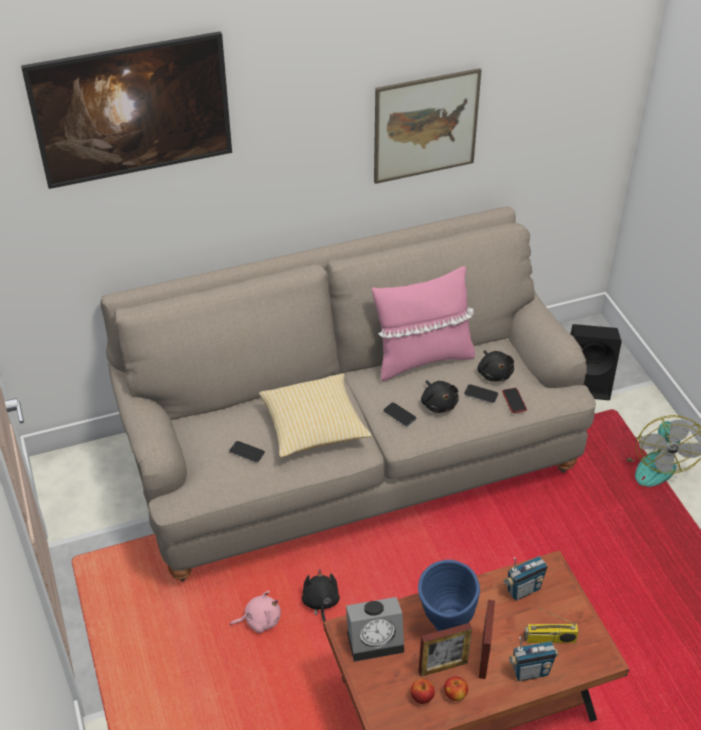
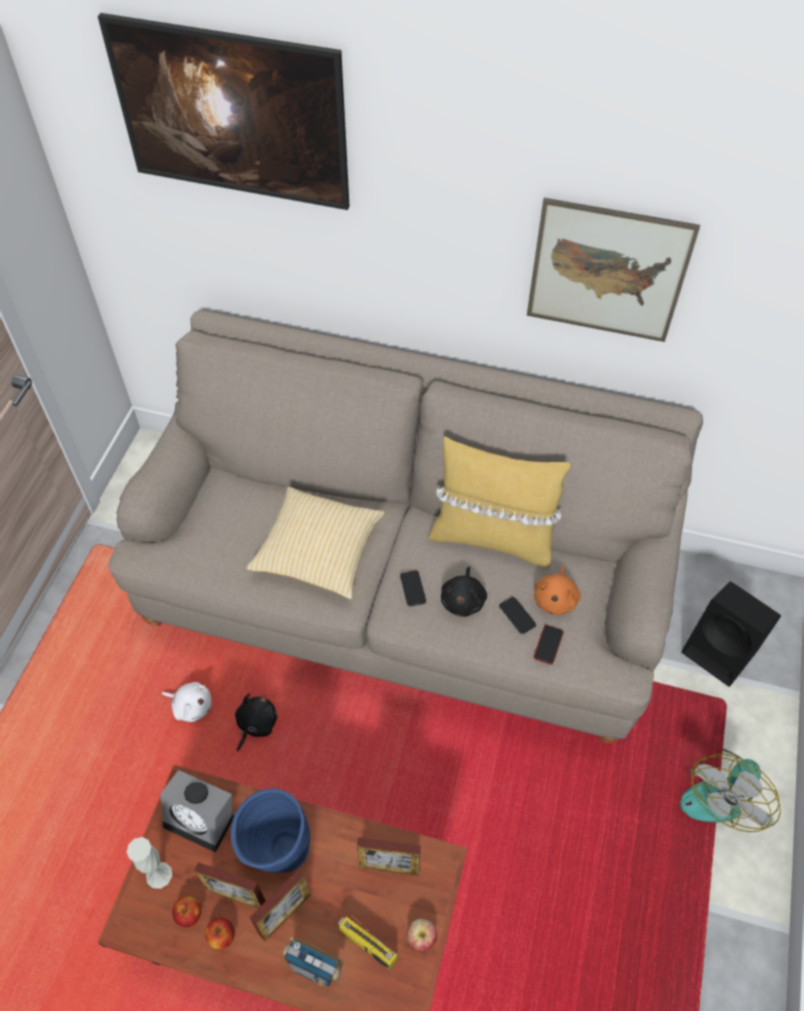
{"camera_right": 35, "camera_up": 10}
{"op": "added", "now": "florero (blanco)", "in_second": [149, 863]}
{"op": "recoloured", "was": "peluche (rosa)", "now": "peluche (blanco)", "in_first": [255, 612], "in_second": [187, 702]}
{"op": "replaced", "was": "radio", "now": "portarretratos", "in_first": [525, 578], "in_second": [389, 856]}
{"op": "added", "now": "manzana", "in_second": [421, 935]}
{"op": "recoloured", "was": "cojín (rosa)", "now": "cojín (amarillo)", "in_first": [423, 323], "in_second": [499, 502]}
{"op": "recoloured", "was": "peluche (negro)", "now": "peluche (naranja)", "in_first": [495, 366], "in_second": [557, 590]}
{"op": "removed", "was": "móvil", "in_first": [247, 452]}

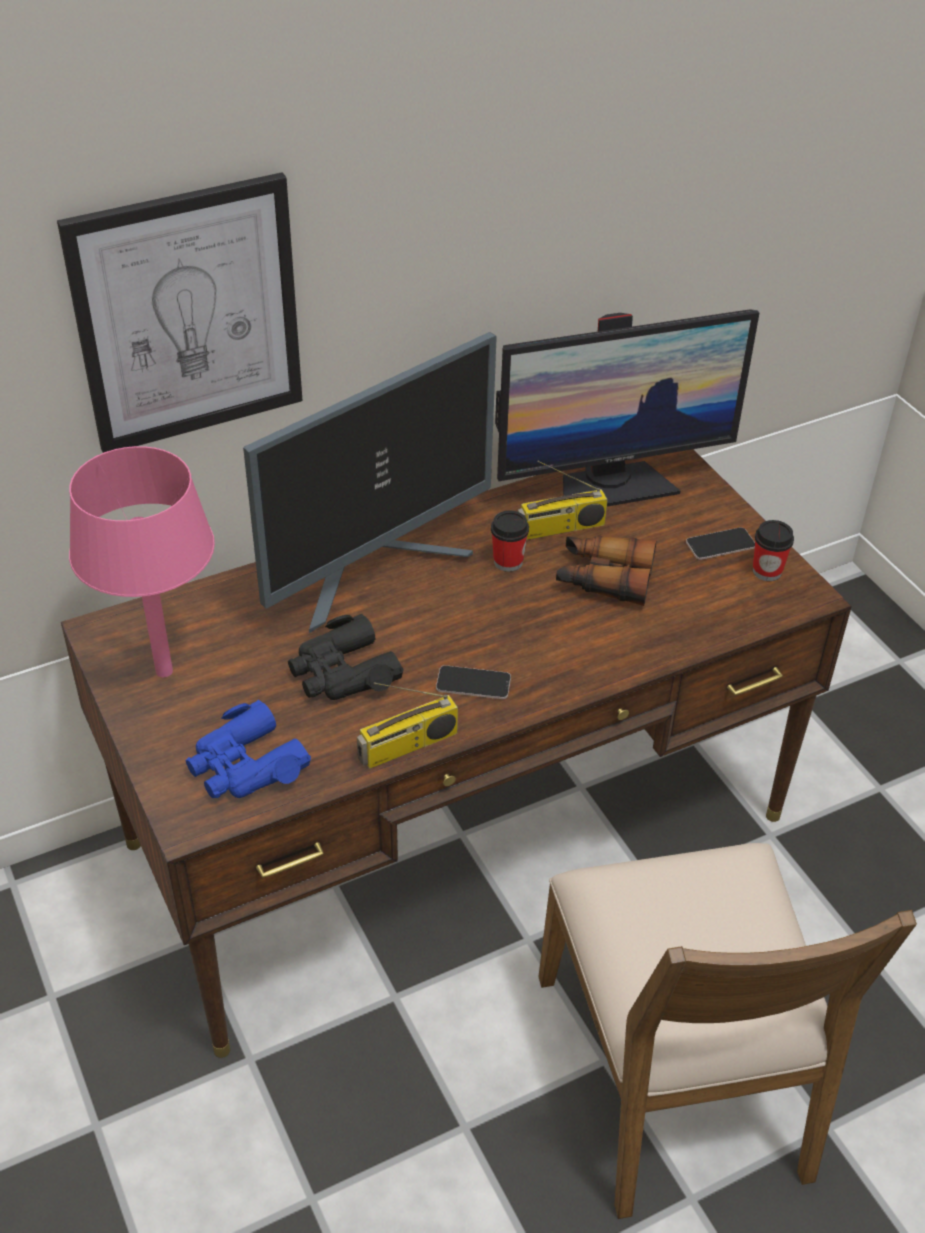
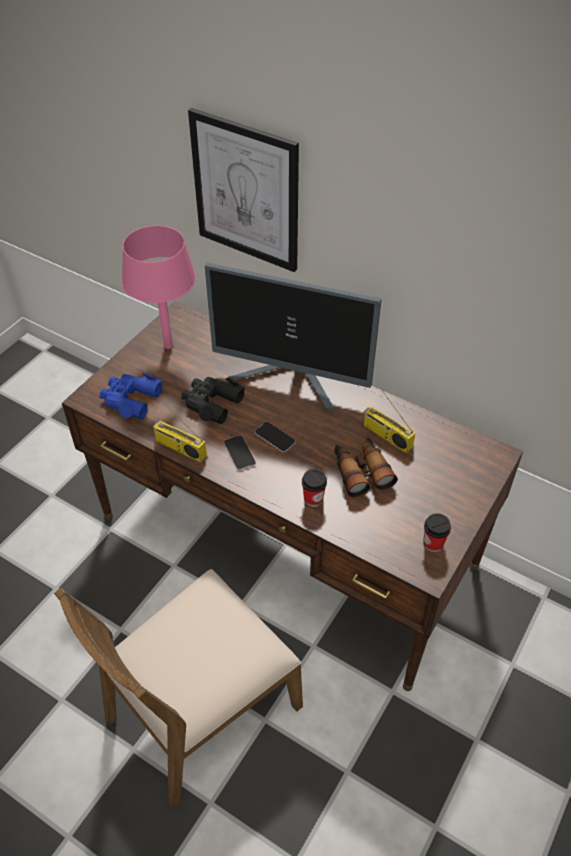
{"camera_right": 60, "camera_up": 5}
{"op": "moved", "was": "móvil", "in_first": [720, 543], "in_second": [275, 437]}
{"op": "moved", "was": "taza", "in_first": [510, 541], "in_second": [314, 488]}
{"op": "removed", "was": "monitor", "in_first": [627, 407]}

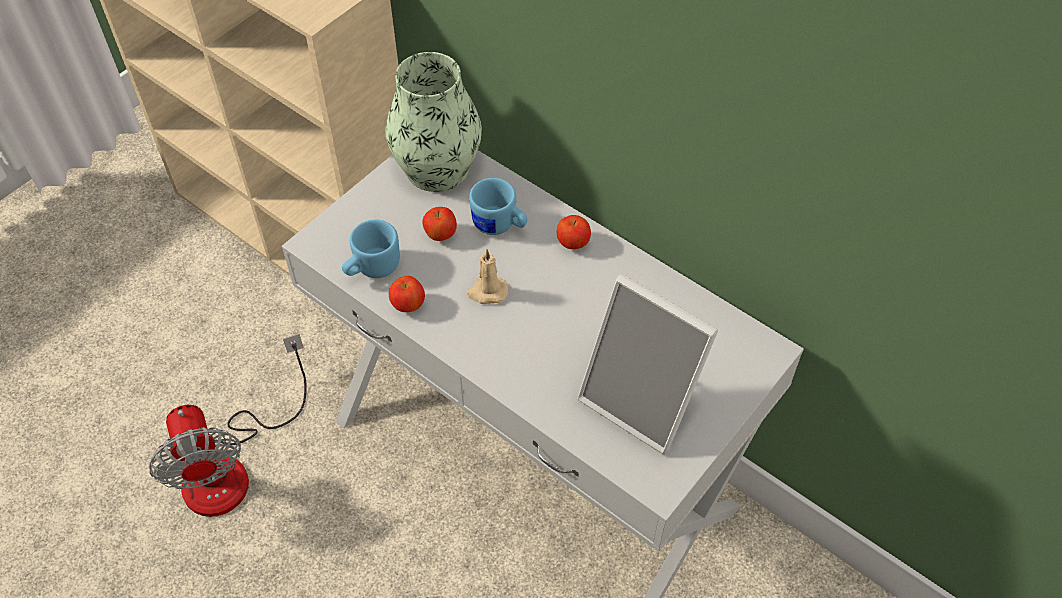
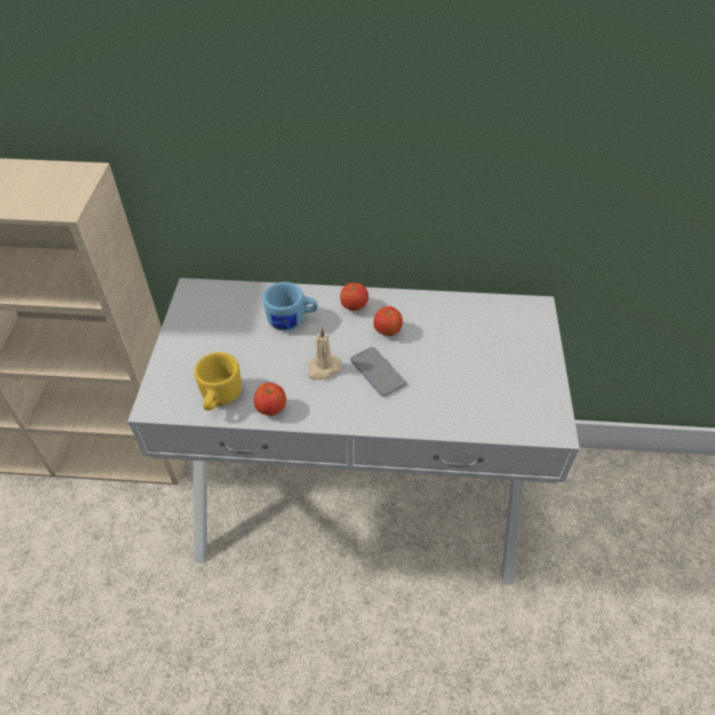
{"camera_right": -35, "camera_up": -5}
{"op": "recoloured", "was": "taza grande (azul)", "now": "taza grande (amarillo)", "in_first": [371, 249], "in_second": [218, 381]}
{"op": "added", "now": "móvil", "in_second": [378, 372]}
{"op": "moved", "was": "manzana", "in_first": [439, 224], "in_second": [388, 321]}
{"op": "removed", "was": "ventilador", "in_first": [228, 425]}
{"op": "removed", "was": "florero", "in_first": [433, 122]}
{"op": "removed", "was": "portarretratos", "in_first": [647, 364]}

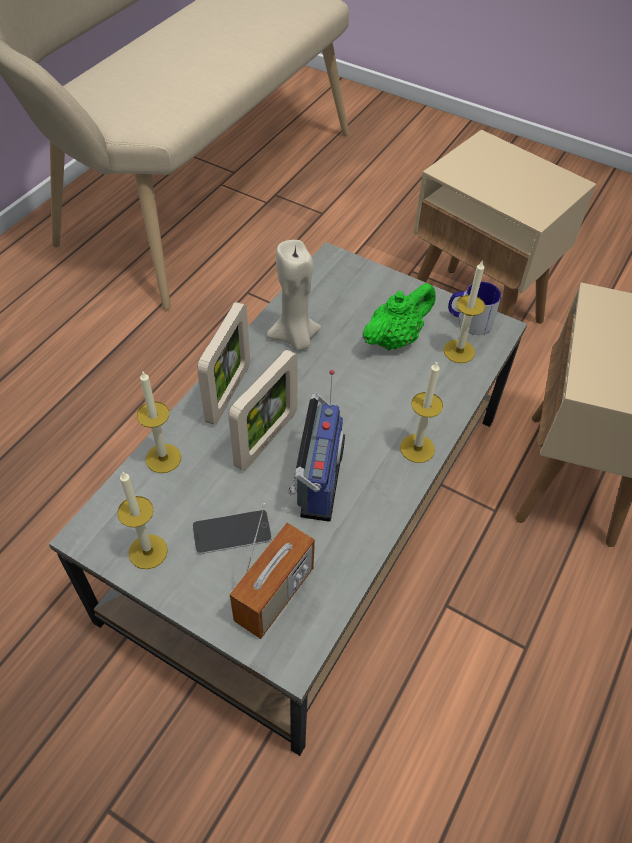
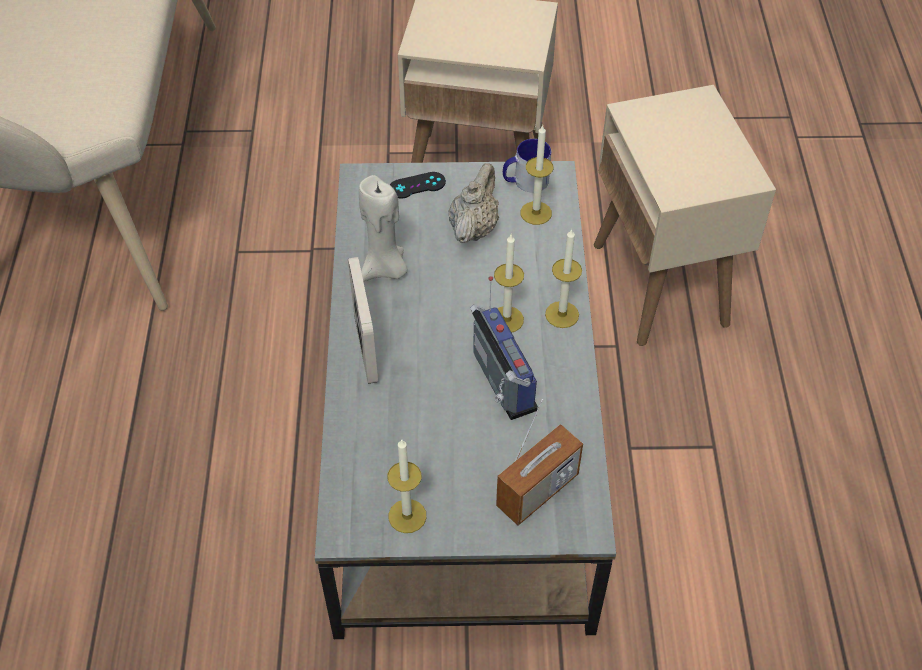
{"camera_right": -30, "camera_up": 0}
{"op": "added", "now": "mando de consola (negro)", "in_second": [418, 185]}
{"op": "recoloured", "was": "tetera (verde)", "now": "tetera (beis)", "in_first": [399, 316], "in_second": [474, 203]}
{"op": "moved", "was": "vela", "in_first": [159, 422], "in_second": [509, 284]}
{"op": "turned", "was": "radio", "in_first": [272, 571], "in_second": [539, 462], "clockwise": 45}
{"op": "removed", "was": "móvil", "in_first": [232, 532]}
{"op": "removed", "was": "portarretratos", "in_first": [263, 410]}

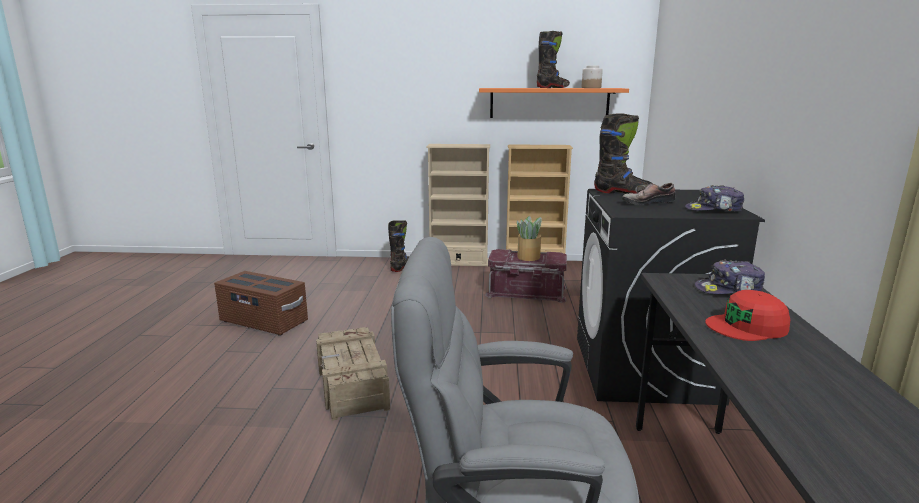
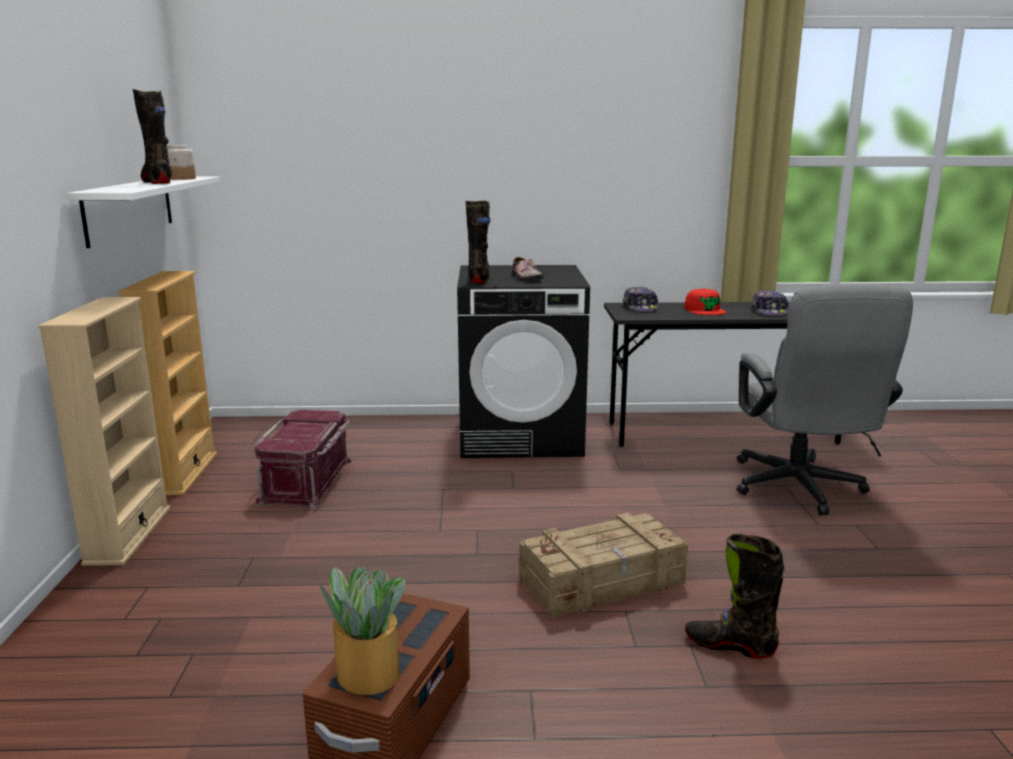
{"camera_right": -95, "camera_up": 0}
{"op": "recoloured", "was": "estante (naranja)", "now": "estante (blanco)", "in_first": [554, 103], "in_second": [143, 212]}
{"op": "moved", "was": "planta en maceta", "in_first": [529, 238], "in_second": [362, 630]}
{"op": "moved", "was": "bota (negro)", "in_first": [398, 246], "in_second": [735, 596]}
{"op": "moved", "was": "gorra", "in_first": [714, 198], "in_second": [770, 303]}

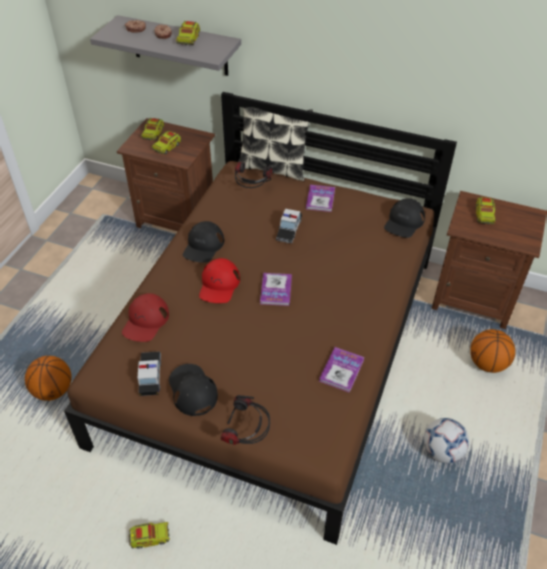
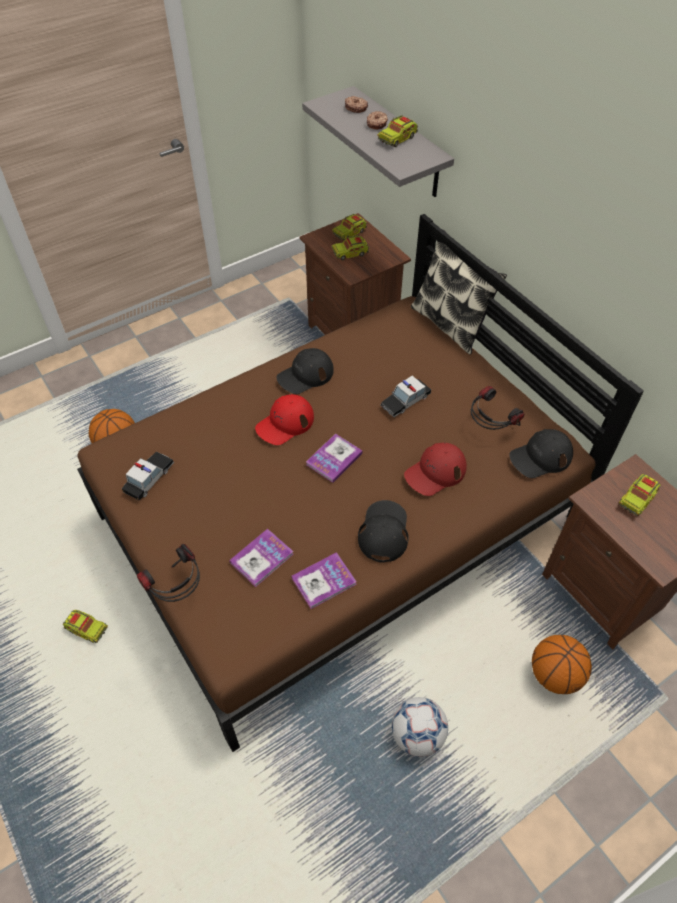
{"camera_right": 35, "camera_up": 5}
{"op": "moved", "was": "libro", "in_first": [320, 198], "in_second": [261, 558]}
{"op": "moved", "was": "gorra (negro)", "in_first": [193, 390], "in_second": [383, 531]}
{"op": "moved", "was": "gorra (rojo)", "in_first": [145, 317], "in_second": [435, 469]}
{"op": "moved", "was": "auriculares", "in_first": [253, 175], "in_second": [498, 408]}

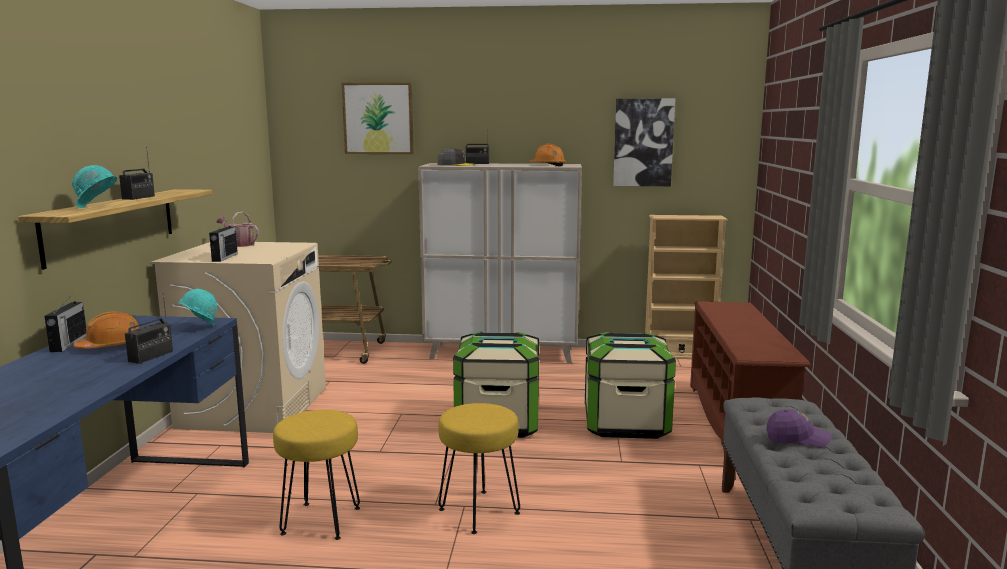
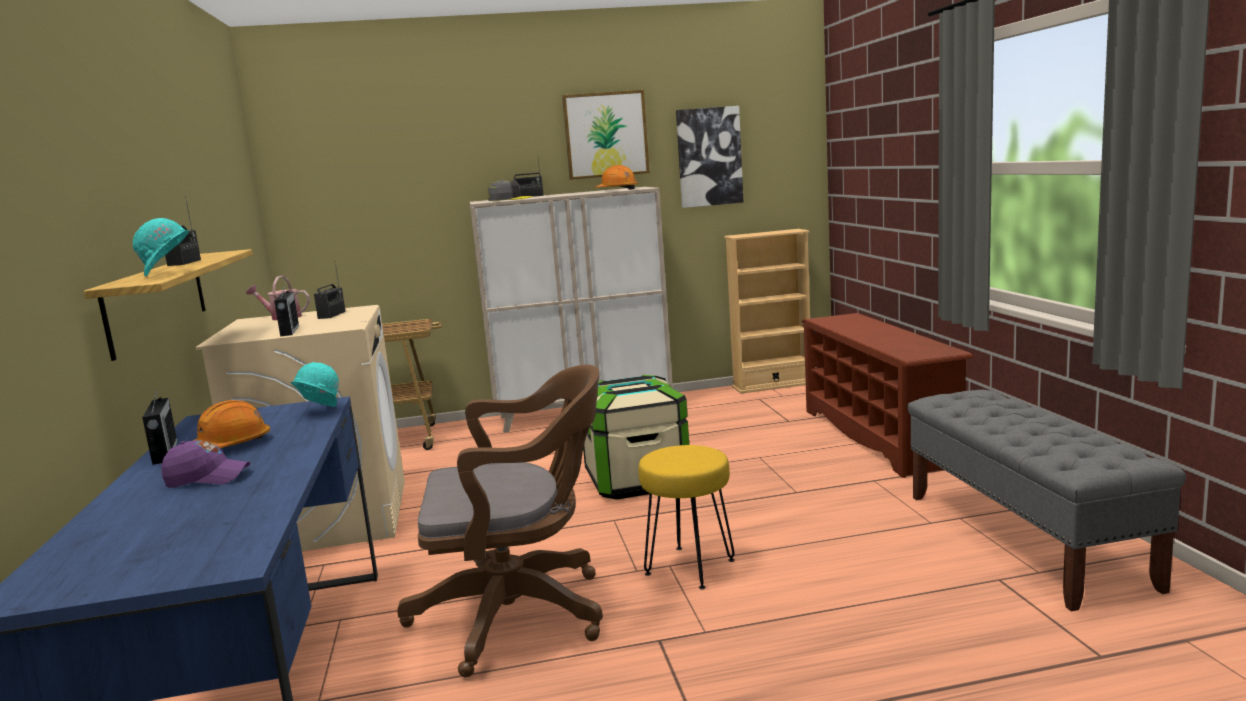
{"camera_right": -15, "camera_up": 0}
{"op": "moved", "was": "gorra (morado)", "in_first": [798, 428], "in_second": [206, 464]}
{"op": "moved", "was": "radio", "in_first": [149, 328], "in_second": [330, 291]}
{"op": "replaced", "was": "taburete (amarillo)", "now": "silla de oficina (marrón)", "in_first": [316, 475], "in_second": [500, 521]}
{"op": "moved", "was": "cuadro", "in_first": [378, 118], "in_second": [606, 135]}
{"op": "removed", "was": "caja de almacenaje", "in_first": [630, 385]}

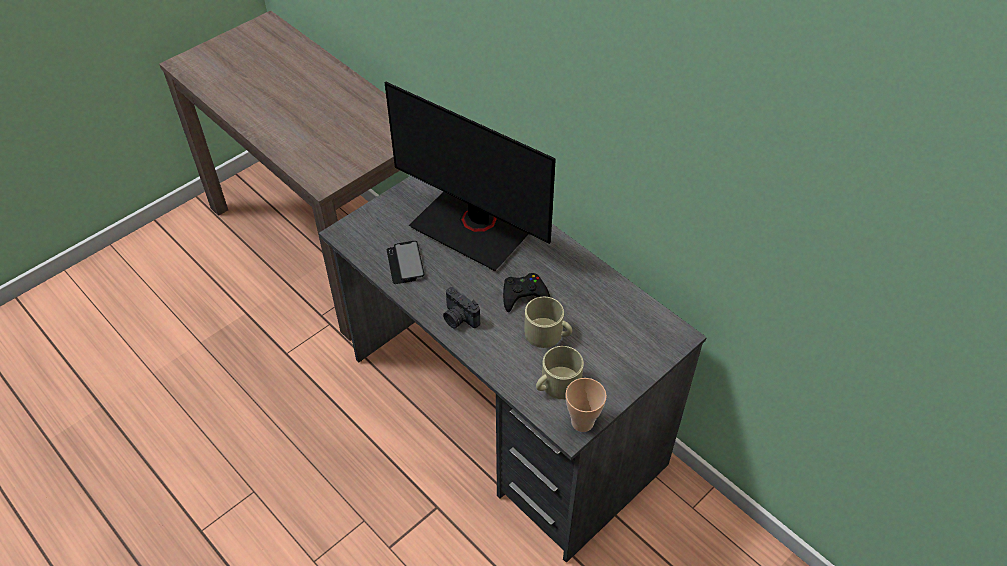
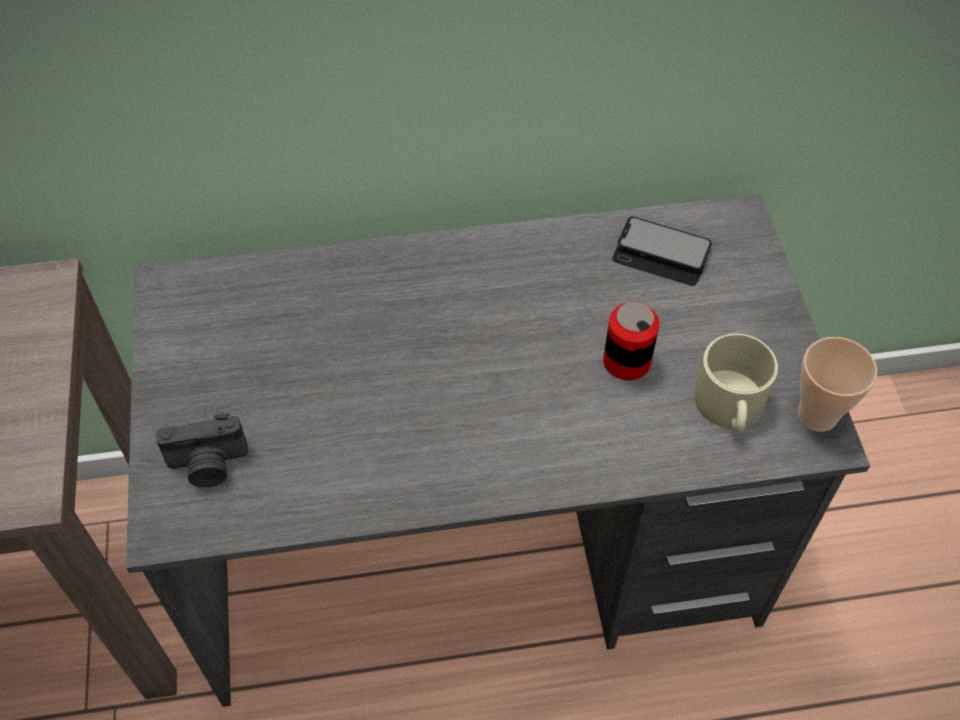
{"camera_right": -55, "camera_up": 5}
{"op": "moved", "was": "cámara", "in_first": [461, 308], "in_second": [202, 450]}
{"op": "replaced", "was": "taza grande (beis)", "now": "lata", "in_first": [548, 322], "in_second": [631, 341]}
{"op": "moved", "was": "móvil", "in_first": [406, 262], "in_second": [662, 251]}
{"op": "removed", "was": "monitor", "in_first": [470, 176]}
{"op": "removed", "was": "mando de consola (negro)", "in_first": [526, 292]}

